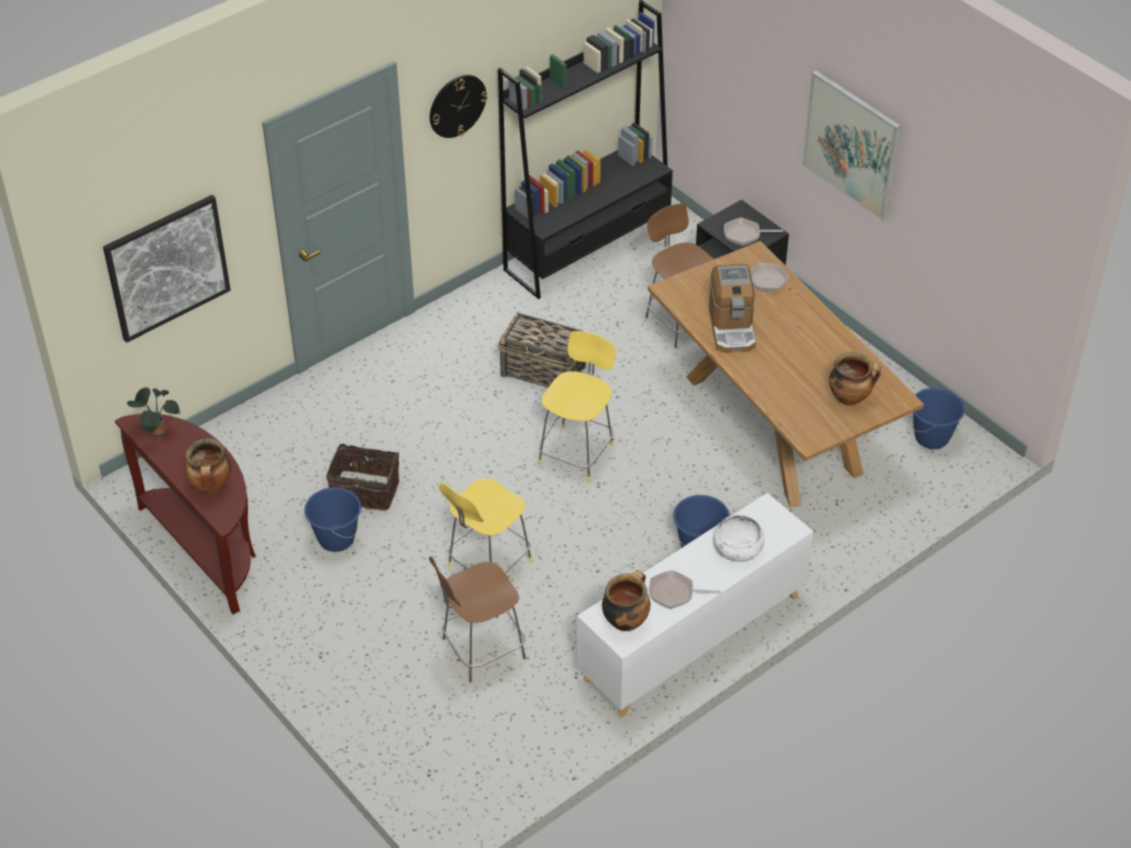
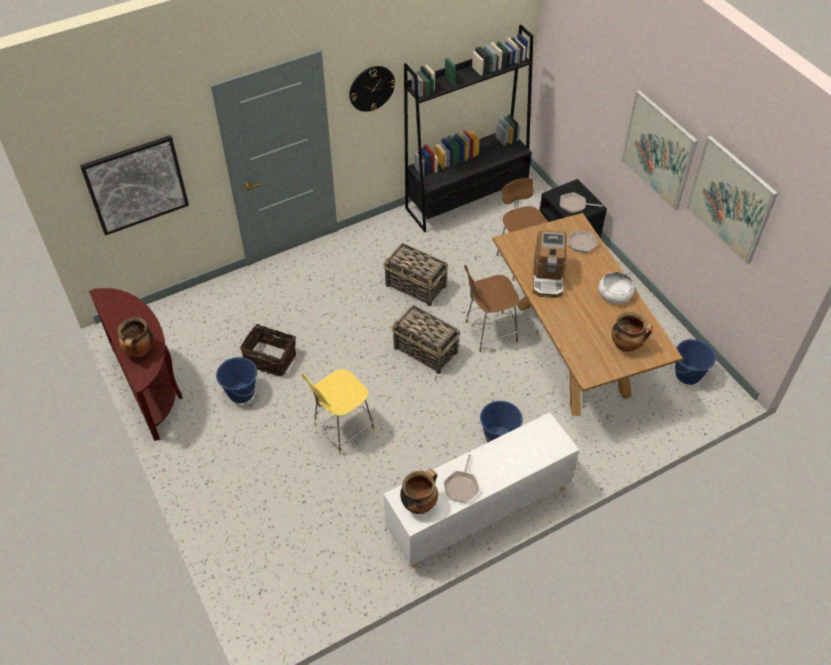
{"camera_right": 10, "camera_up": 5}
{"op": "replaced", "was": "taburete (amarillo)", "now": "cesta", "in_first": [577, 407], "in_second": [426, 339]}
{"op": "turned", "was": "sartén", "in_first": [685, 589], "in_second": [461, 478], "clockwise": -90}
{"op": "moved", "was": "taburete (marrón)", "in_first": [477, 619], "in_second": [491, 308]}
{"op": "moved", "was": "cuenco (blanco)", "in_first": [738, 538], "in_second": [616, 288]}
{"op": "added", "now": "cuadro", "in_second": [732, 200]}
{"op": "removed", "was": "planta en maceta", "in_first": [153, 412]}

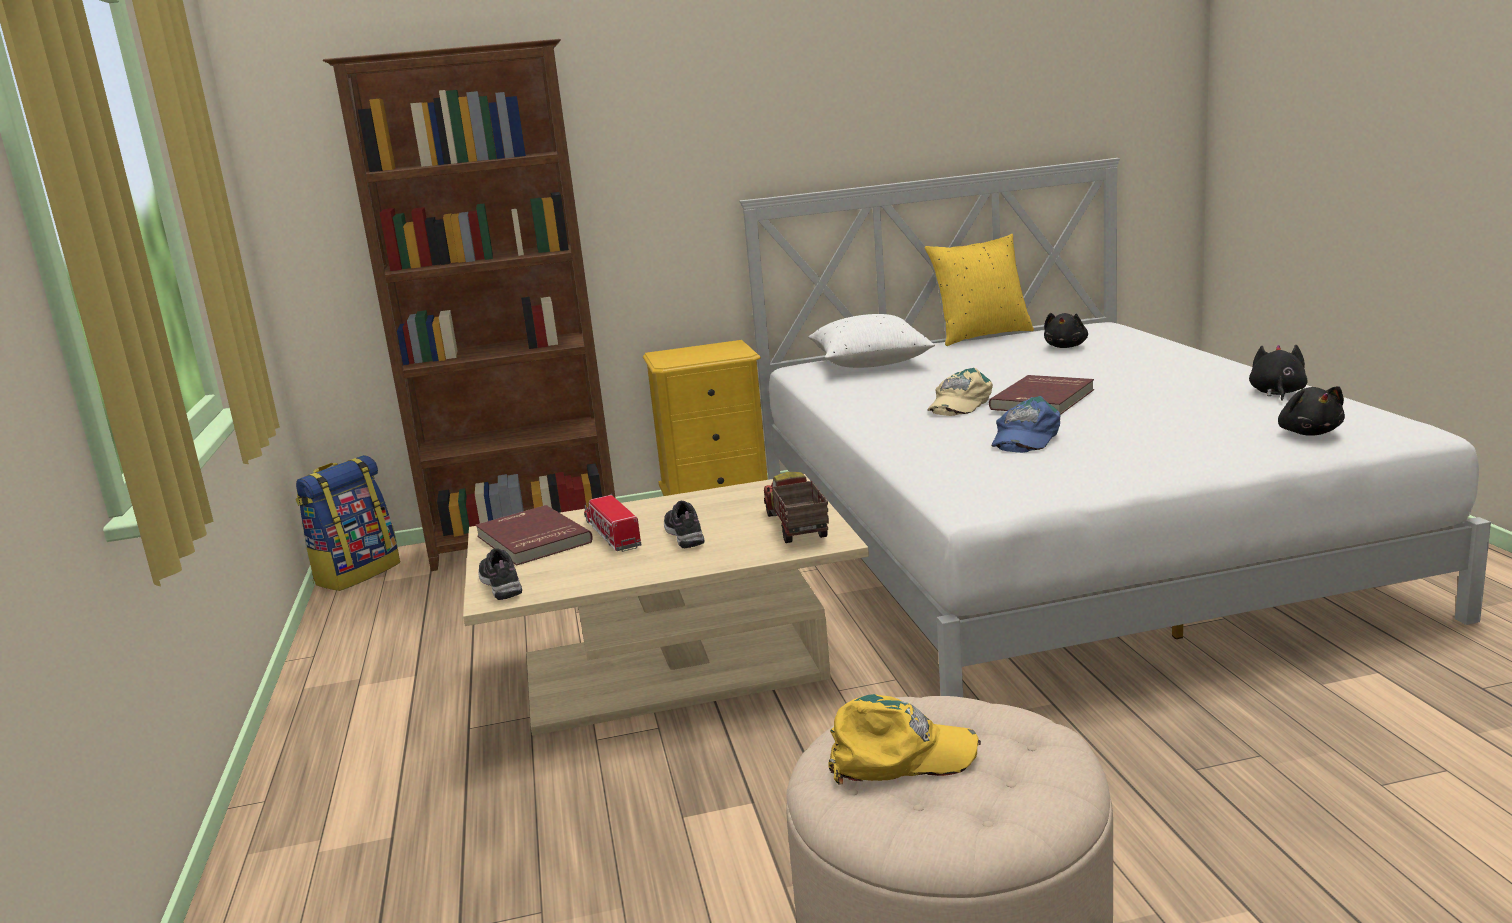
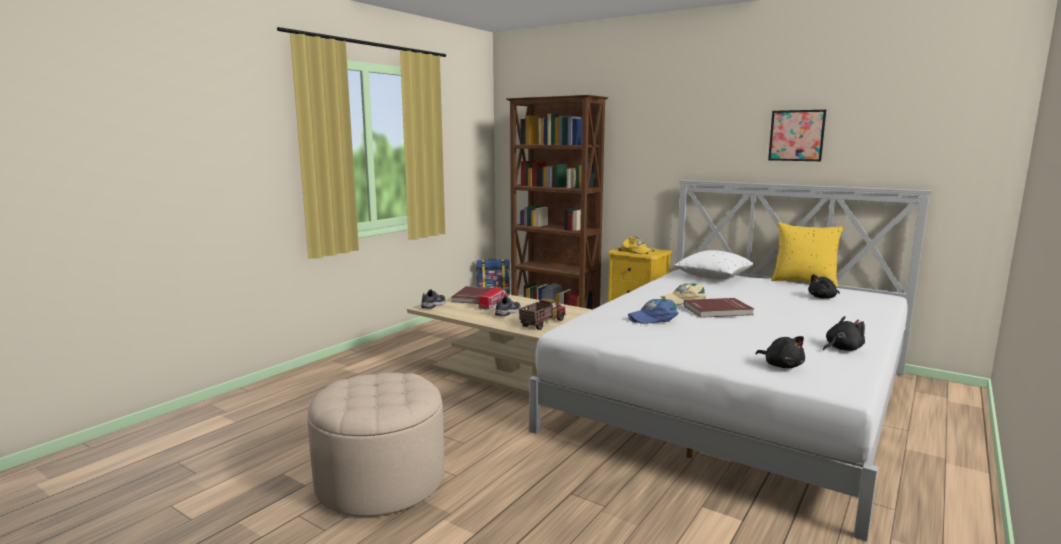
{"camera_right": 45, "camera_up": -5}
{"op": "moved", "was": "gorra (amarillo)", "in_first": [904, 739], "in_second": [636, 245]}
{"op": "turned", "was": "peluche (negro)", "in_first": [1311, 411], "in_second": [780, 352], "clockwise": -75}
{"op": "added", "now": "cuadro", "in_second": [797, 135]}

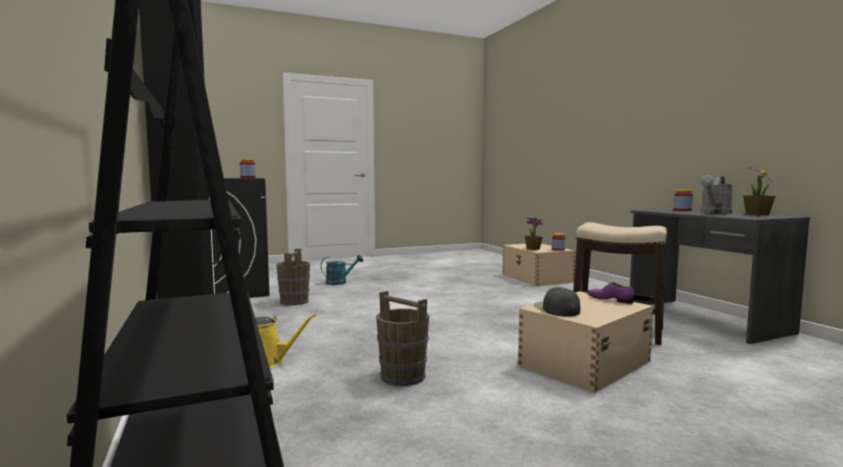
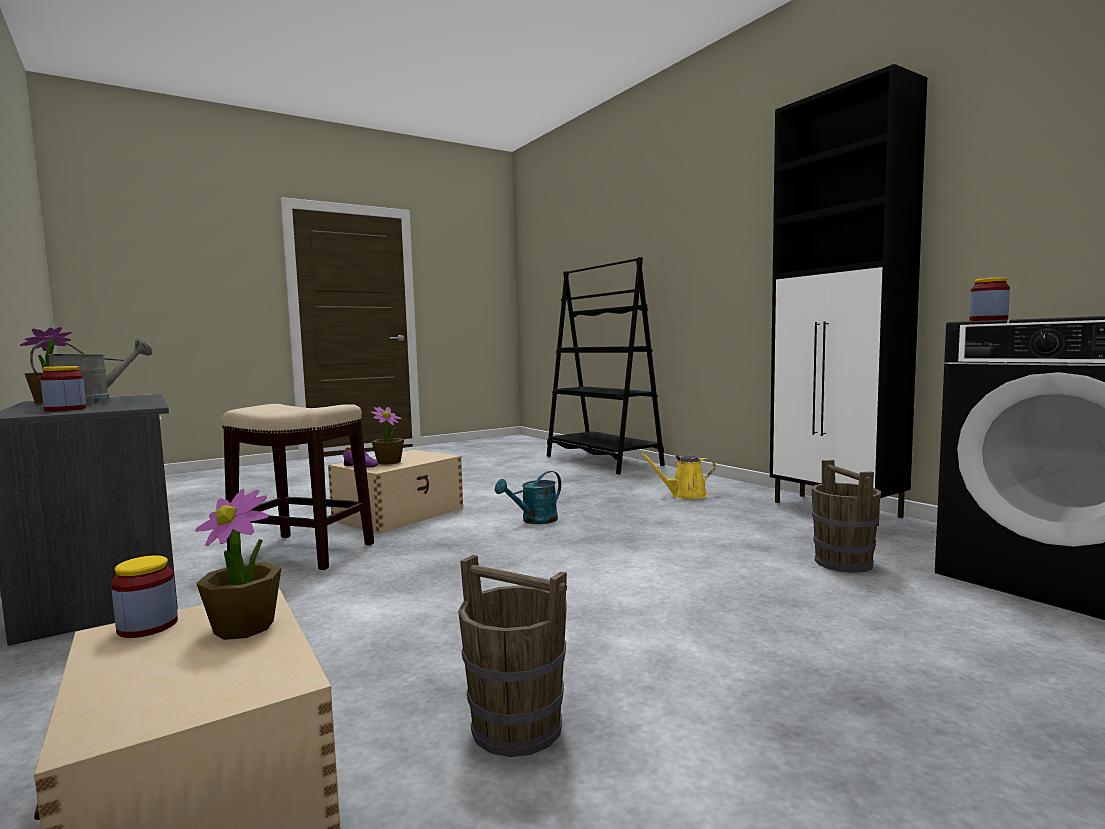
{"camera_right": 170, "camera_up": 0}
{"op": "added", "now": "planta en maceta", "in_second": [387, 436]}
{"op": "moved", "was": "cubo (marrón)", "in_first": [402, 338], "in_second": [512, 656]}
{"op": "moved", "was": "regadera (turquesa)", "in_first": [342, 270], "in_second": [528, 497]}
{"op": "removed", "was": "gorra (negro)", "in_first": [556, 302]}

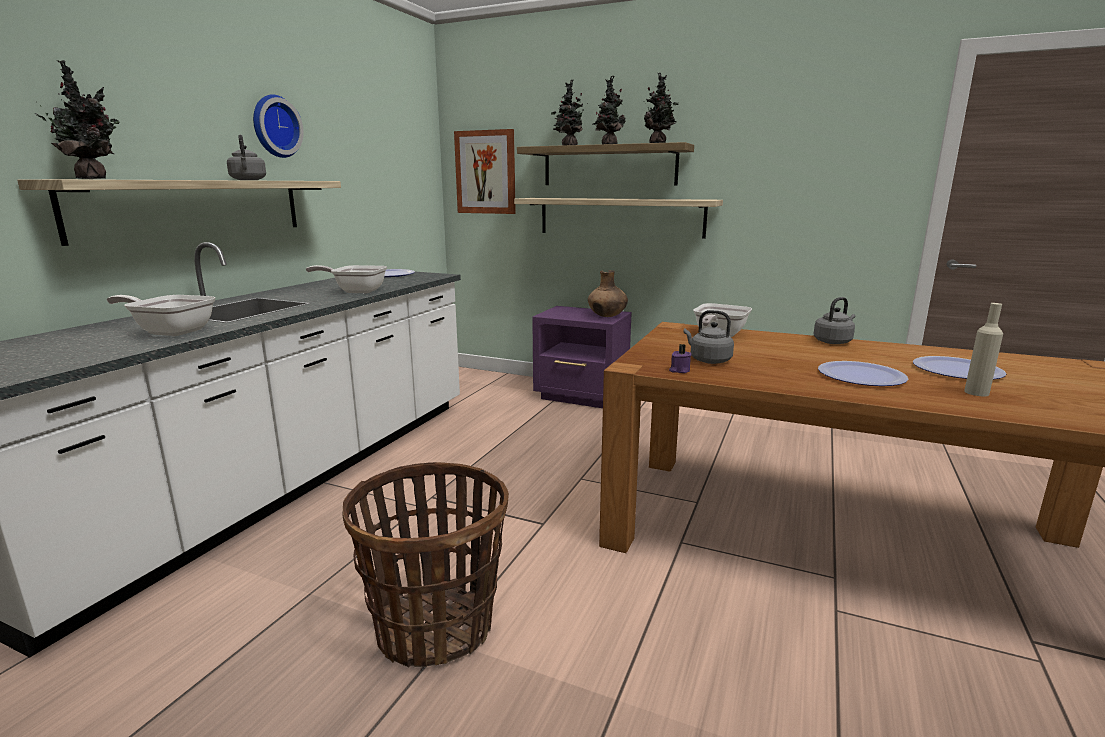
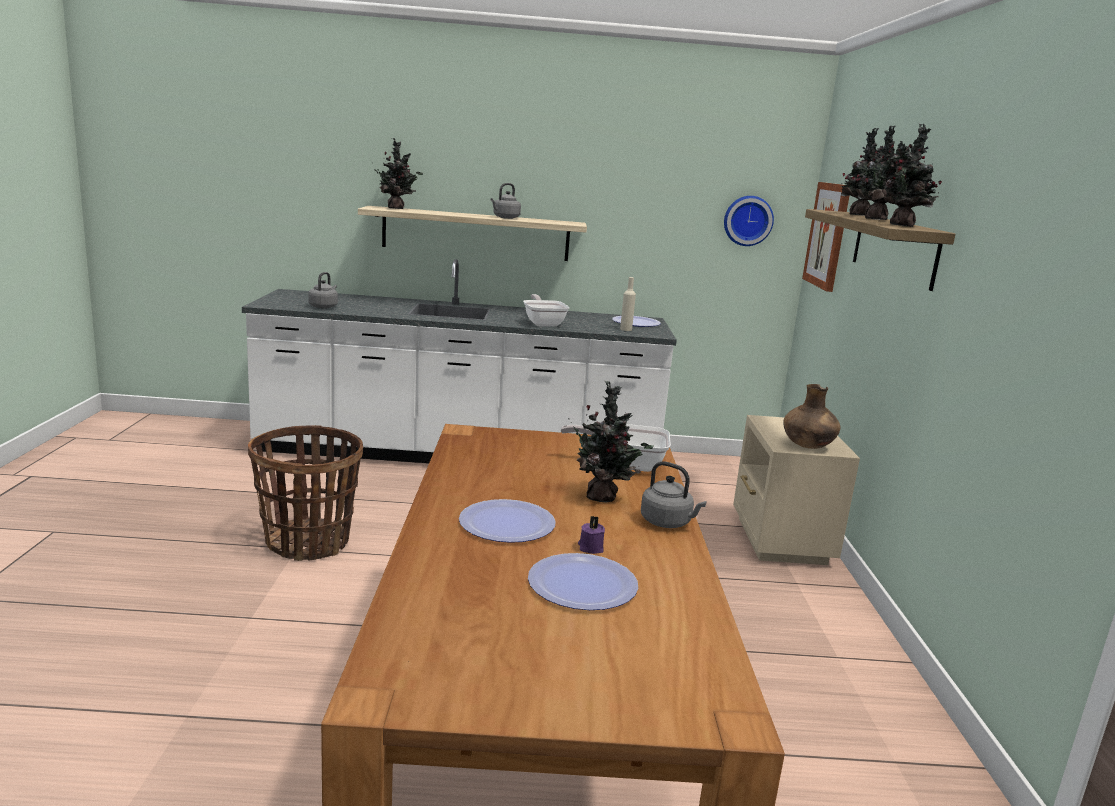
{"camera_right": 65, "camera_up": 0}
{"op": "moved", "was": "hervidor (gris)", "in_first": [709, 337], "in_second": [323, 290]}
{"op": "added", "now": "planta en maceta", "in_second": [611, 442]}
{"op": "moved", "was": "vela (morado)", "in_first": [680, 358], "in_second": [591, 535]}
{"op": "moved", "was": "botella (beis)", "in_first": [983, 349], "in_second": [628, 304]}
{"op": "moved", "was": "reloj de pared", "in_first": [278, 126], "in_second": [749, 221]}
{"op": "recoloured", "was": "mesita de noche (morado)", "now": "mesita de noche (beis)", "in_first": [582, 357], "in_second": [796, 490]}
{"op": "removed", "was": "sartén", "in_first": [161, 315]}
{"op": "removed", "was": "estante", "in_first": [618, 218]}

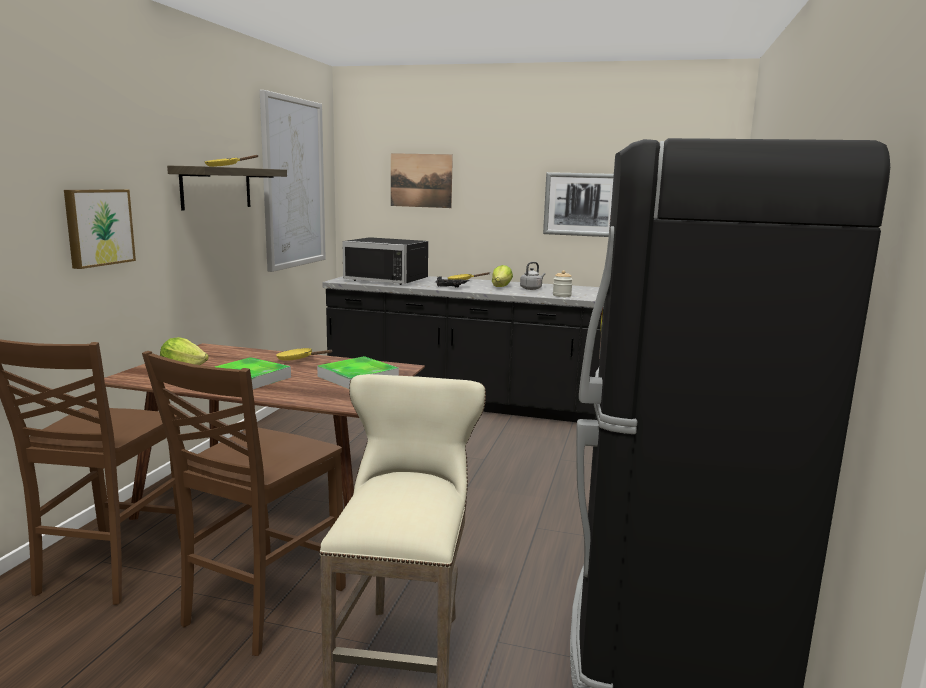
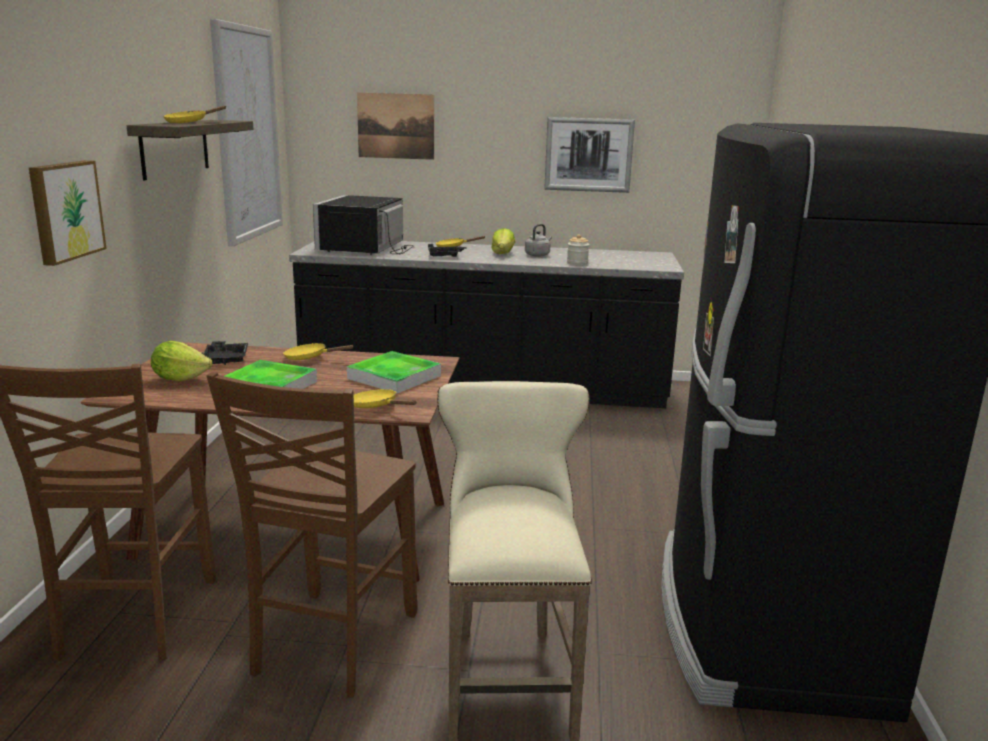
{"camera_right": -10, "camera_up": 5}
{"op": "added", "now": "bandeja (negro)", "in_second": [225, 353]}
{"op": "turned", "was": "microondas (negro)", "in_first": [385, 261], "in_second": [363, 225], "clockwise": 90}
{"op": "added", "now": "sartén (amarillo)", "in_second": [384, 398]}

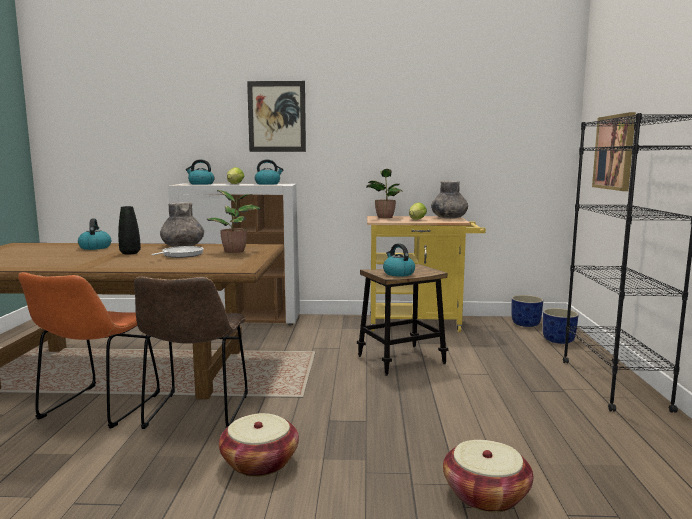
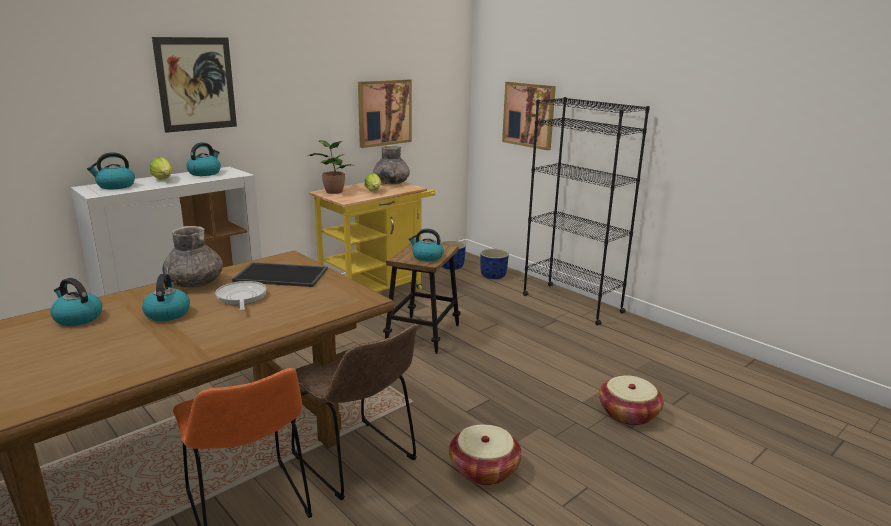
{"camera_right": -45, "camera_up": 10}
{"op": "replaced", "was": "florero (negro)", "now": "hervidor", "in_first": [129, 230], "in_second": [166, 297]}
{"op": "replaced", "was": "planta en maceta", "now": "bandeja", "in_first": [234, 221], "in_second": [279, 274]}
{"op": "added", "now": "cuadro", "in_second": [385, 113]}

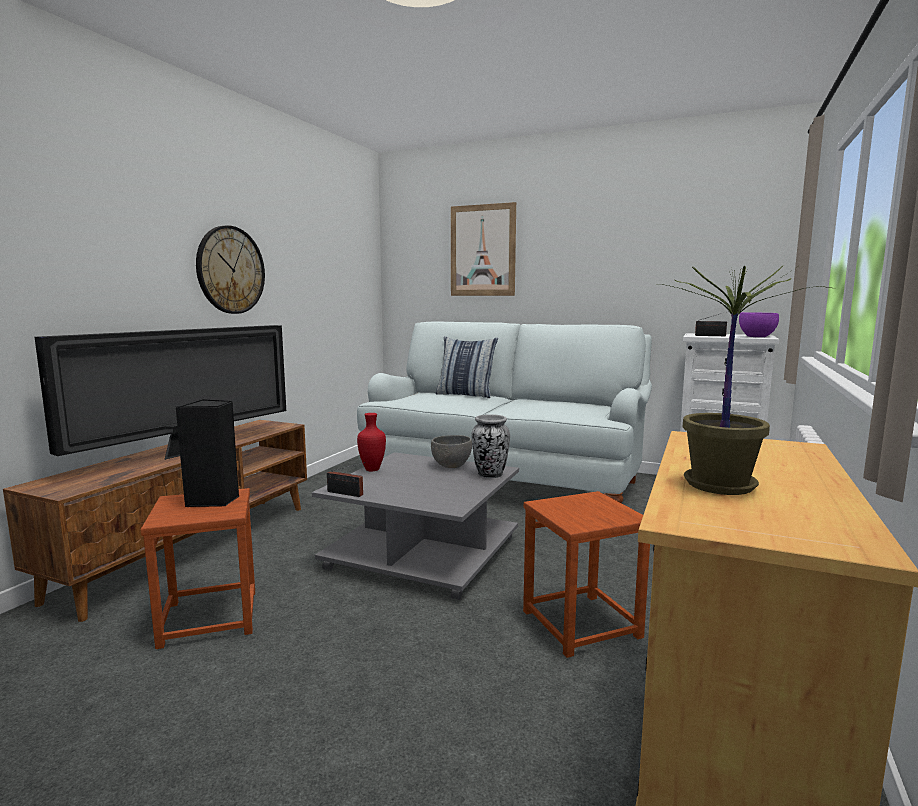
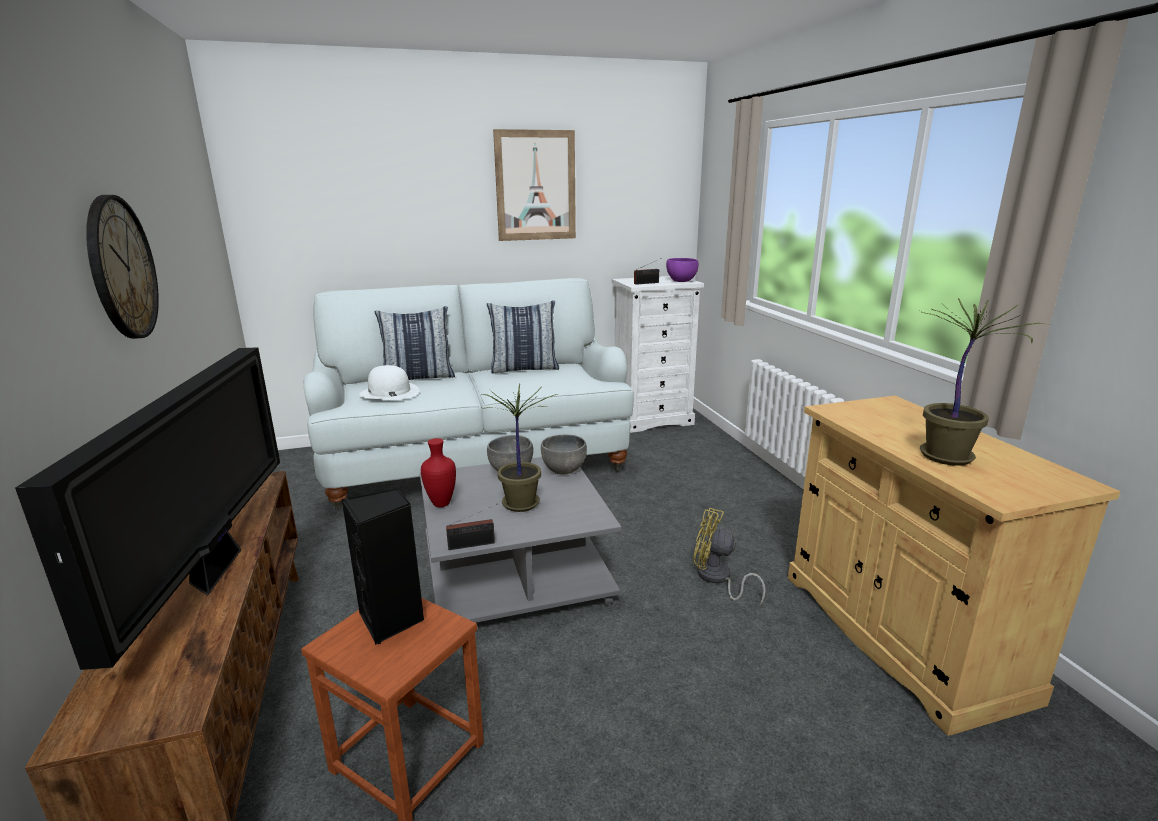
{"camera_right": -40, "camera_up": 10}
{"op": "added", "now": "sombrero (blanco)", "in_second": [389, 382]}
{"op": "added", "now": "planta en maceta", "in_second": [520, 448]}
{"op": "added", "now": "cojín", "in_second": [523, 337]}
{"op": "moved", "was": "cuadro", "in_first": [483, 249], "in_second": [534, 185]}
{"op": "replaced", "was": "florero", "now": "cuenco (gris)", "in_first": [491, 446], "in_second": [564, 455]}
{"op": "replaced", "was": "taburete (marrón)", "now": "ventilador (amarillo)", "in_first": [586, 574], "in_second": [729, 557]}

